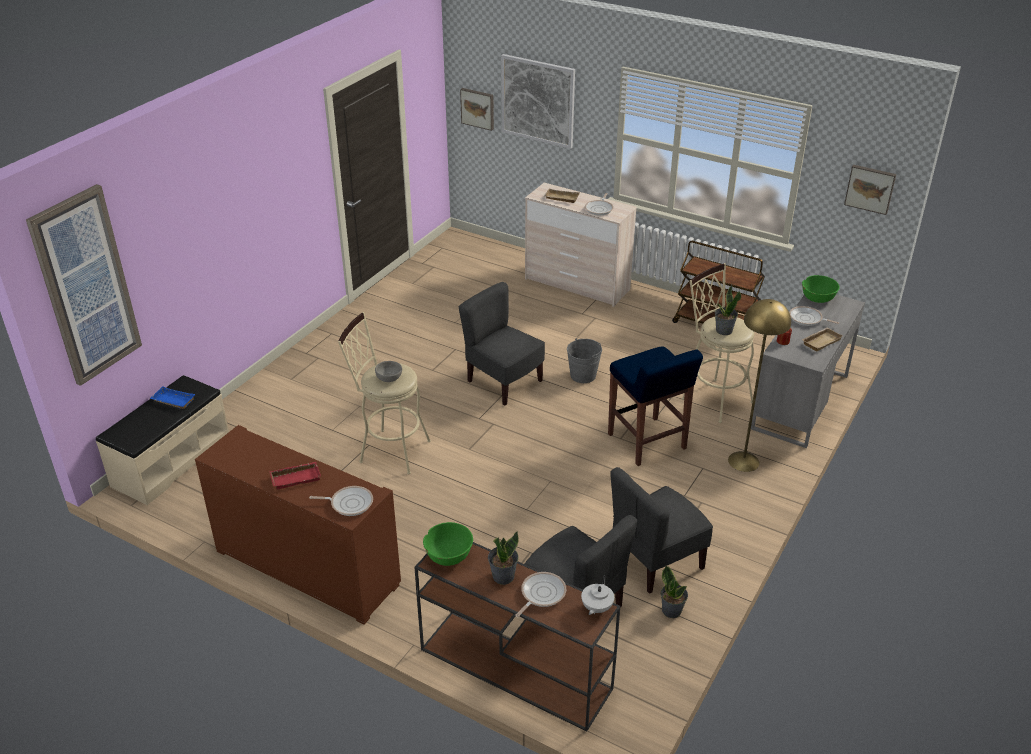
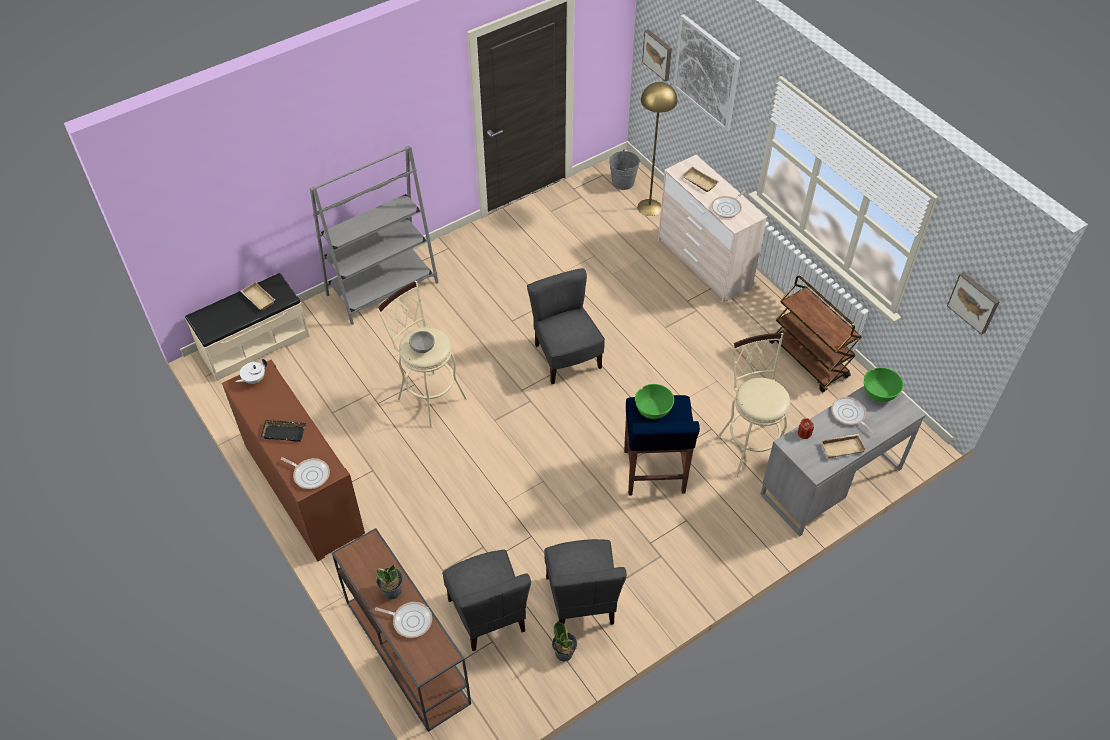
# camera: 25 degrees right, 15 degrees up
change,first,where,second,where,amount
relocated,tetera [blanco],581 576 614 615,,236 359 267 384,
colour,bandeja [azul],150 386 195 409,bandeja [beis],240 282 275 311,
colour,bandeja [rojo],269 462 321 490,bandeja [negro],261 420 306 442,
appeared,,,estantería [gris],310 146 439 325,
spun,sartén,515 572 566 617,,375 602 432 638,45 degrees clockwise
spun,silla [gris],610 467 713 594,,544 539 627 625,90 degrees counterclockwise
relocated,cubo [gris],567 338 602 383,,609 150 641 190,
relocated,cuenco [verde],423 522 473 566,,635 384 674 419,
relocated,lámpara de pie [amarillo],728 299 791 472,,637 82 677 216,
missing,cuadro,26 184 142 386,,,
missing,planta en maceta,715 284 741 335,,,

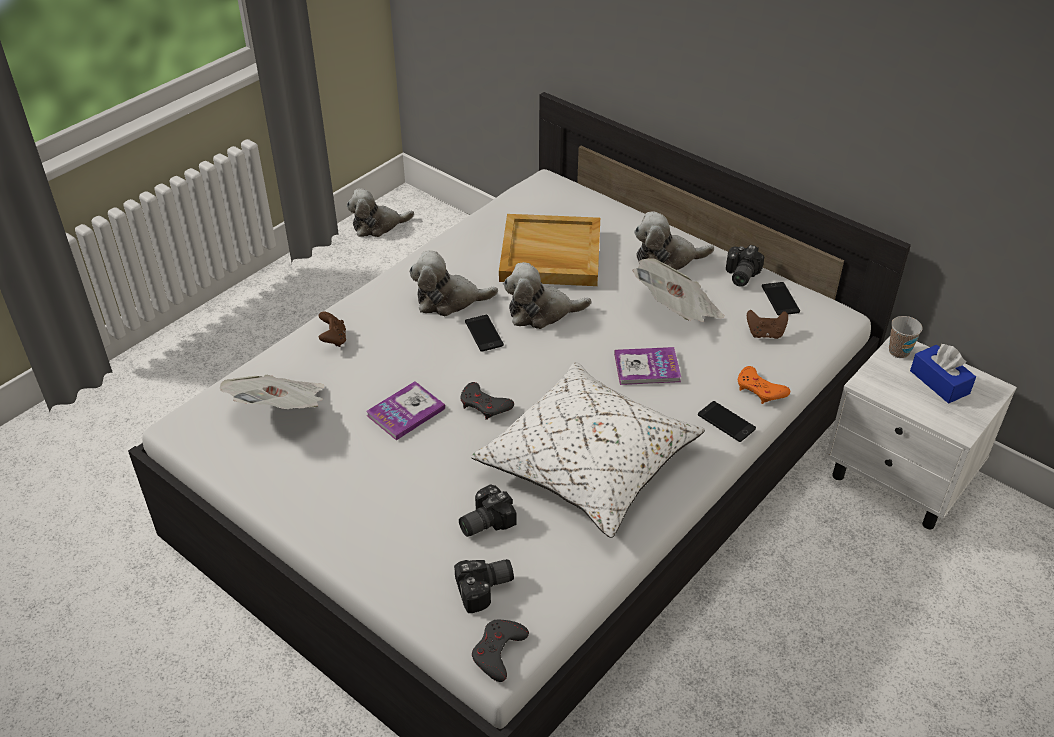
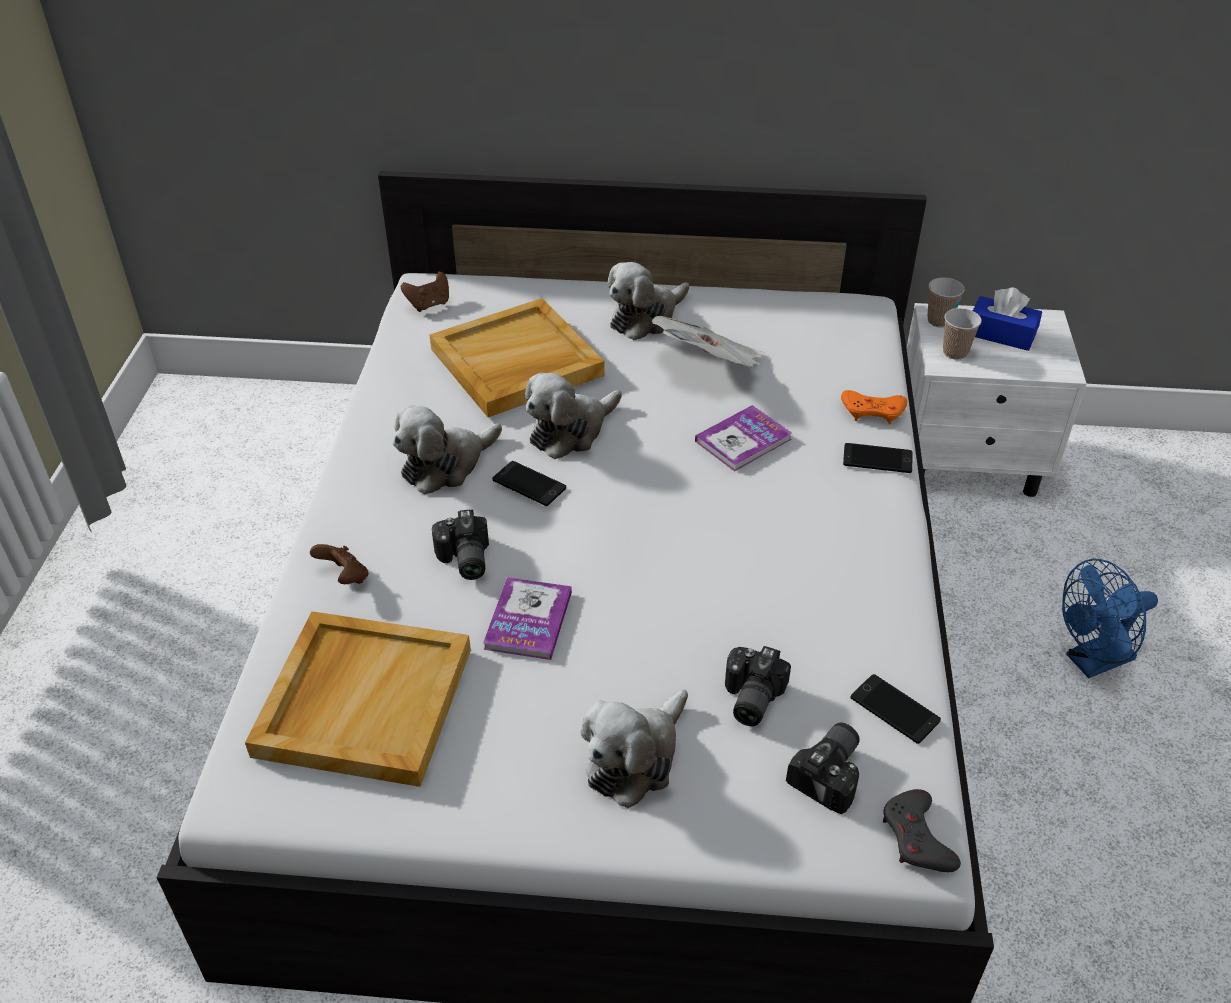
# camera: 35 degrees left, 0 degrees up
change,first,where,second,where,amount
exchanged,periódico,220 375 324 409,bandeja [beis],245 611 471 787,
relocated,mando de consola [marrón],747 310 788 339,,401 272 449 312,
relocated,cámara,726 245 764 287,,432 510 489 580,
relocated,peluche,347 188 414 237,,581 689 688 808,
relocated,móvil,762 282 800 316,,850 674 941 744,
appeared,,,taza,943 308 982 360,
appeared,,,ventilador [azul],1062 558 1158 678,
missing,mando de consola [gris],460 382 514 420,,,
missing,cojín [blanco],471 362 705 538,,,

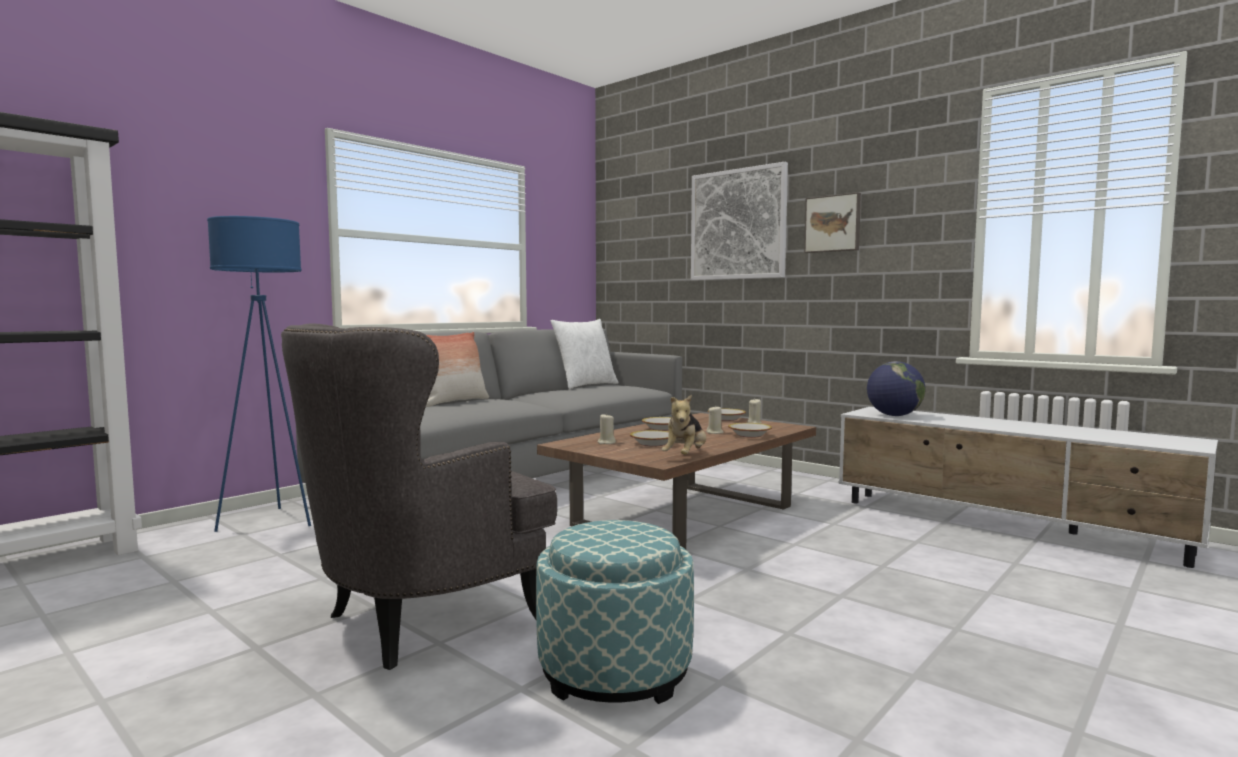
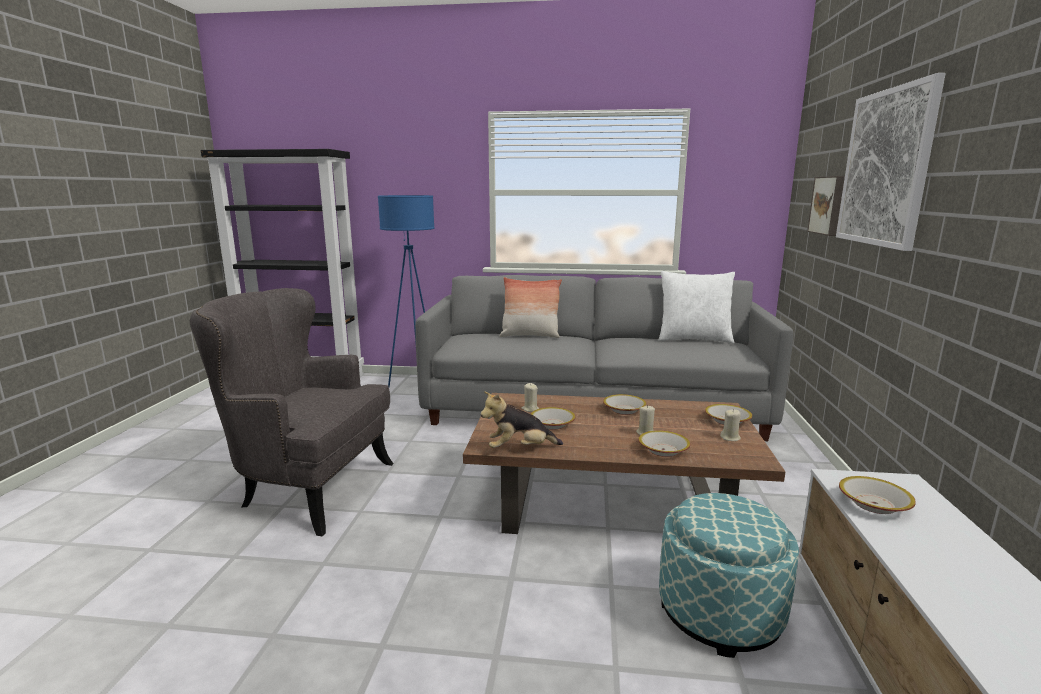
# camera: 55 degrees right, 10 degrees up
change,first,where,second,where,amount
relocated,puf,536 520 694 704,,659 493 799 658,
relocated,cuadro,804 192 861 253,,807 176 845 236,
exchanged,globo terráqueo,867 361 925 416,cuenco,839 476 916 514,

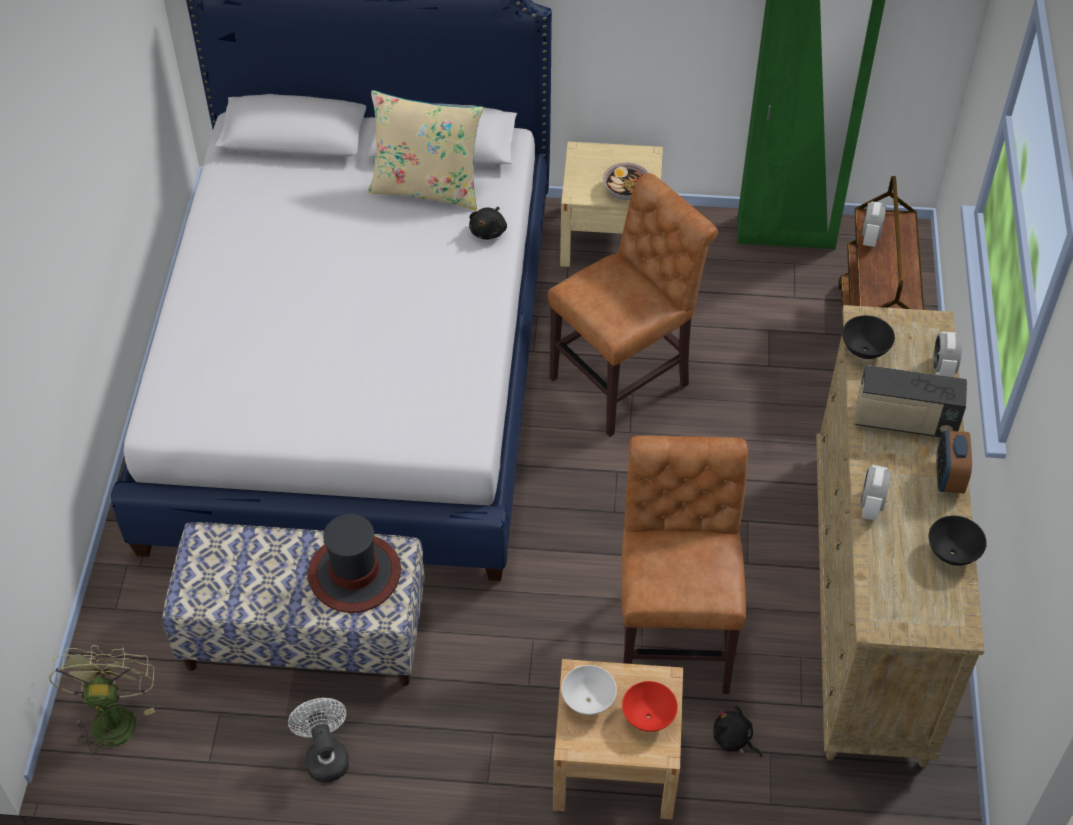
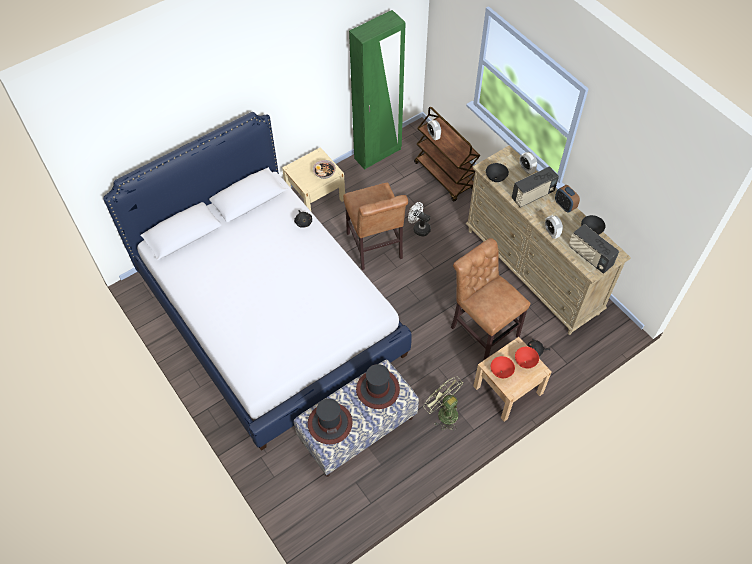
# camera: 40 degrees left, 5 degrees up
change,first,where,second,where,amount
appeared,,,sombrero,308 398 353 444,
spun,silla [marrón],548 173 718 437,,343 183 408 270,150 degrees clockwise
relocated,ventilador [blanco],288 698 349 783,,408 202 431 237,
relocated,ventilador [verde],49 645 155 759,,424 376 463 430,
colour,cuenco [blanco],562 665 617 715,cuenco [rojo],491 356 515 378,
appeared,,,radio,569 224 619 274,
missing,cojín [beis],368 90 484 210,,,

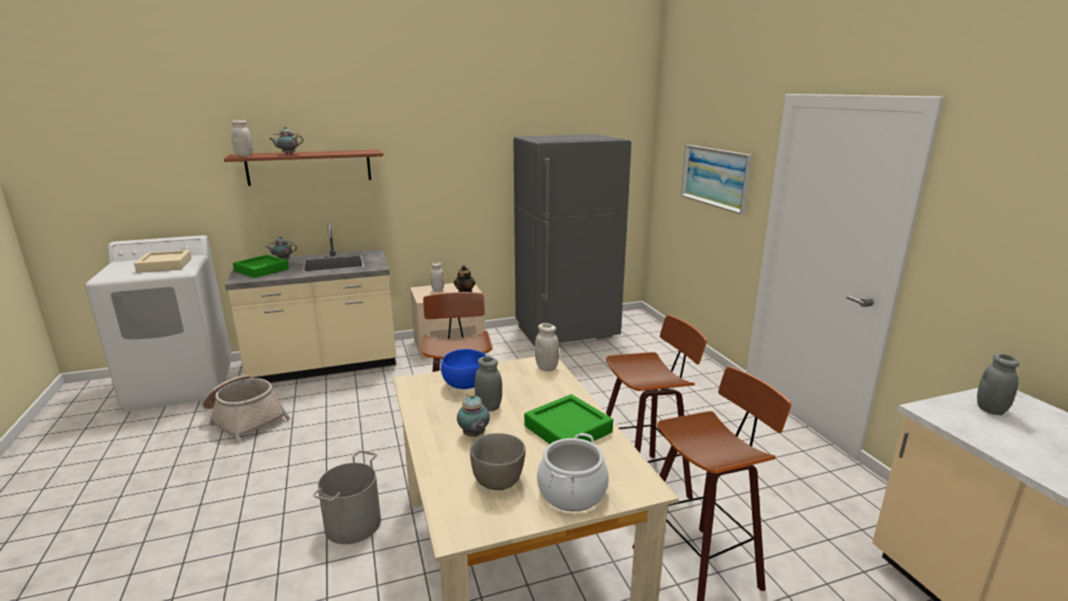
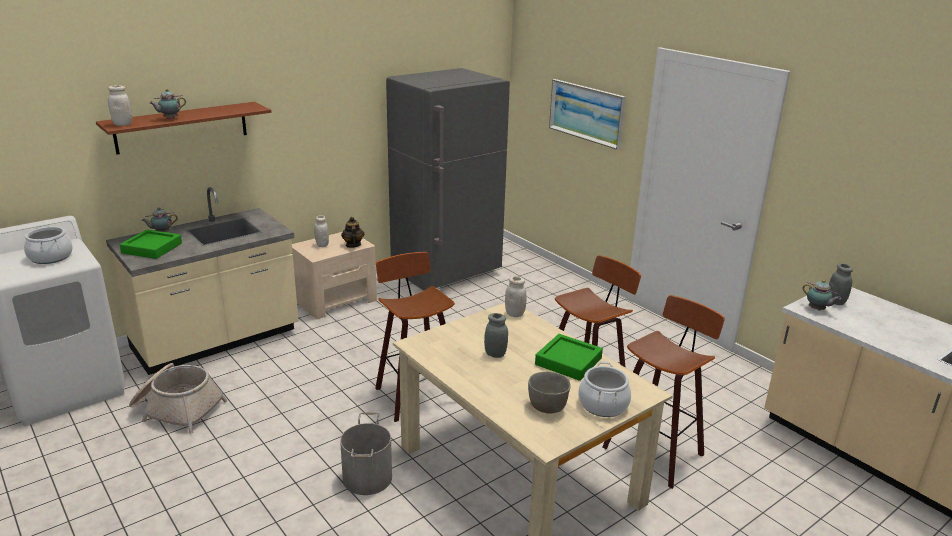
# camera: 20 degrees left, 5 degrees up
change,first,where,second,where,amount
exchanged,bandeja [beis],134 250 192 273,olla,24 224 73 264,
relocated,tetera,457 394 490 437,,802 280 841 310,
missing,cuenco [azul],441 349 487 389,,,

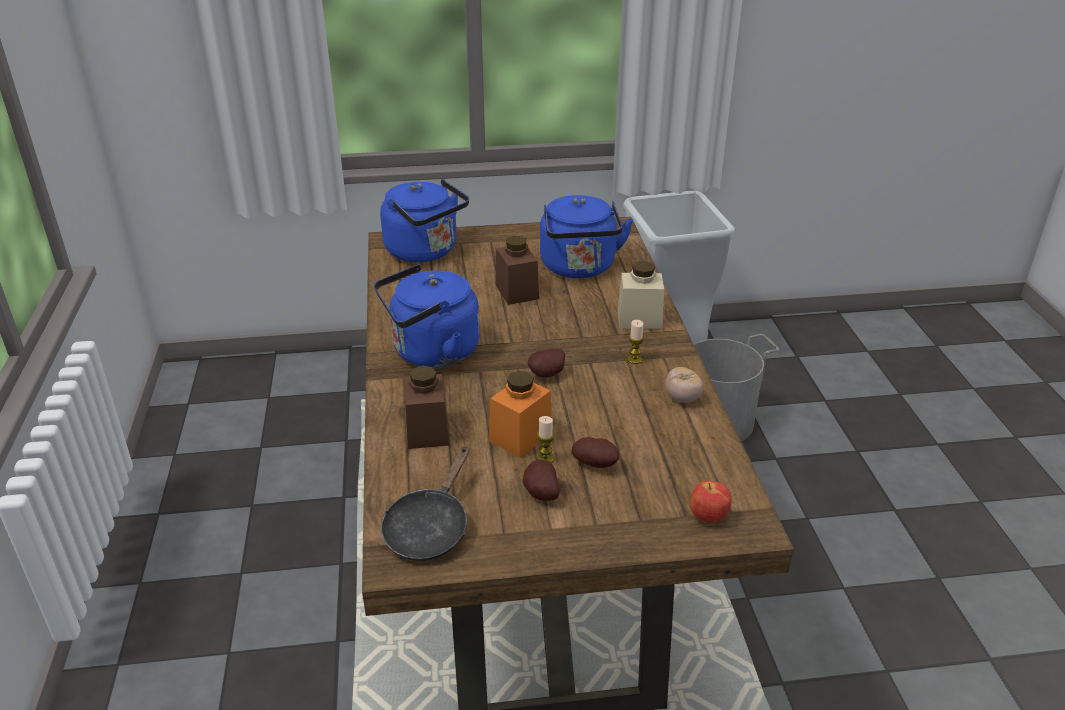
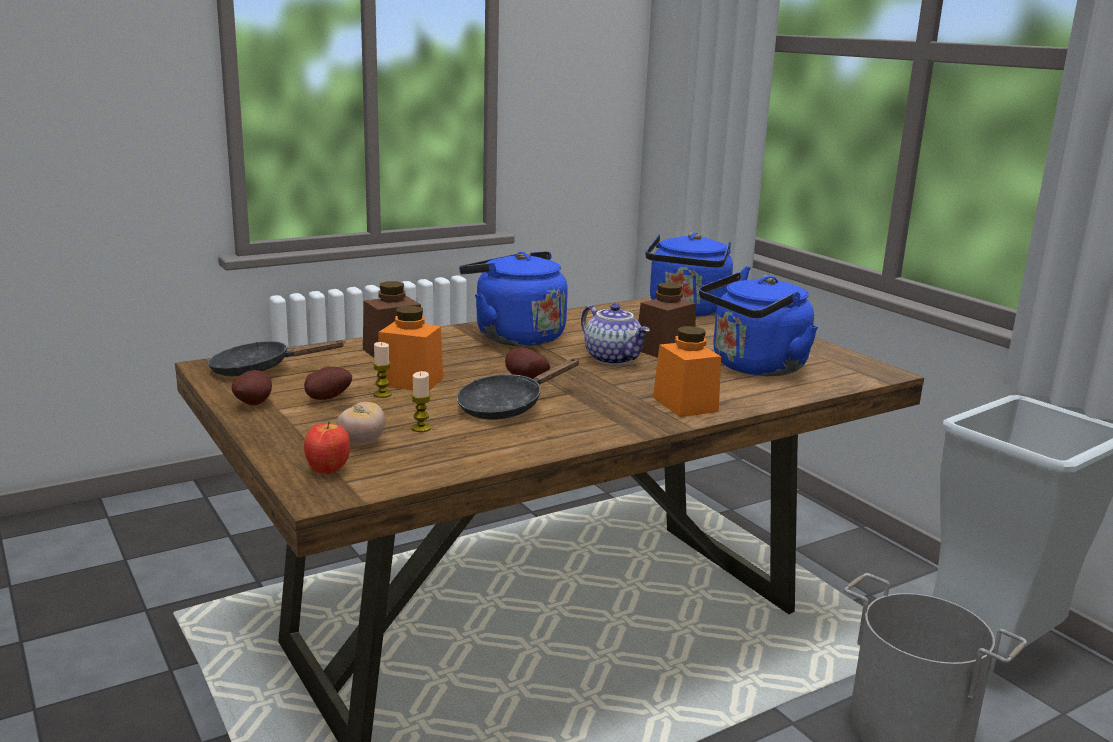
# camera: 65 degrees right, 15 degrees down
change,first,where,second,where,amount
relocated,patata,571 437 619 468,,232 370 272 406,
relocated,tomate,666 367 703 403,,336 402 385 445,
relocated,vela,627 320 644 364,,411 371 431 432,
appeared,,,sartén [negro],457 358 580 420,
appeared,,,tetera,581 303 650 365,
colour,tarro [beis],618 261 664 329,tarro [naranja],653 326 721 417,

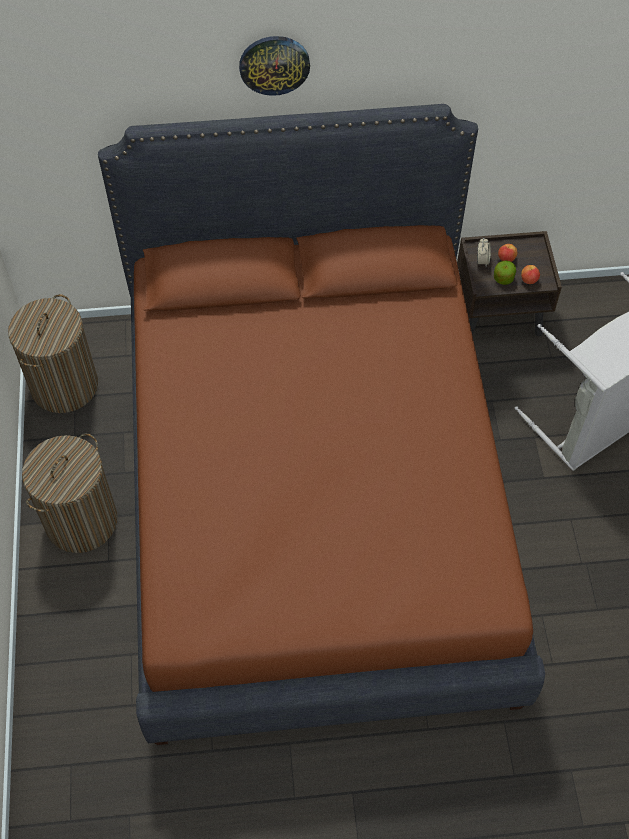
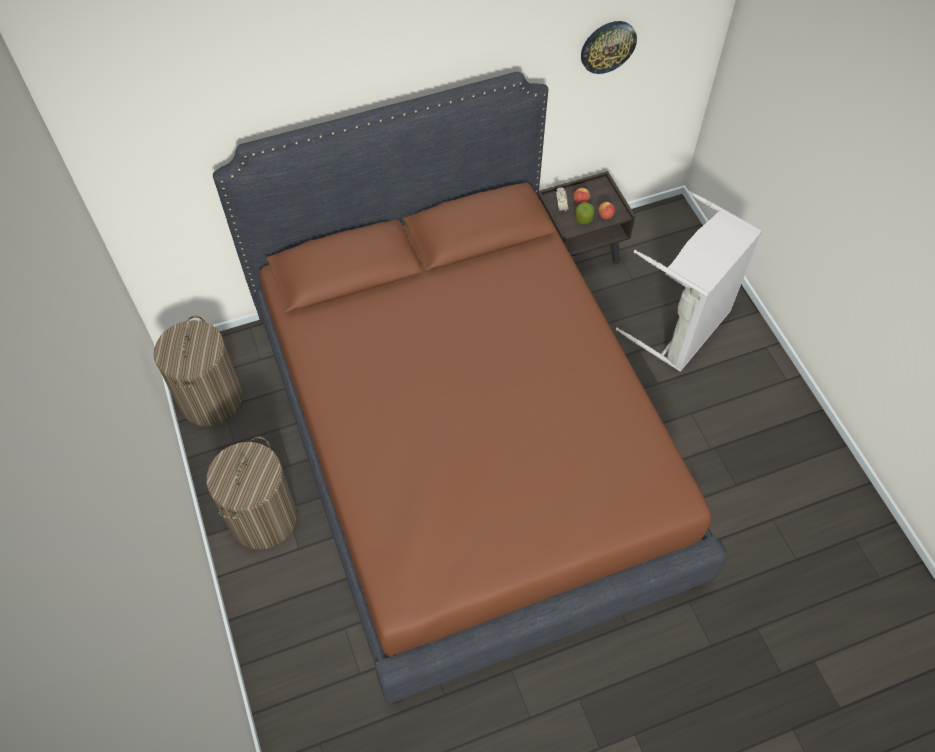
# camera: 15 degrees left, 0 degrees up
change,first,where,second,where,amount
relocated,reloj de pared,239 36 310 96,,581 21 637 74,

